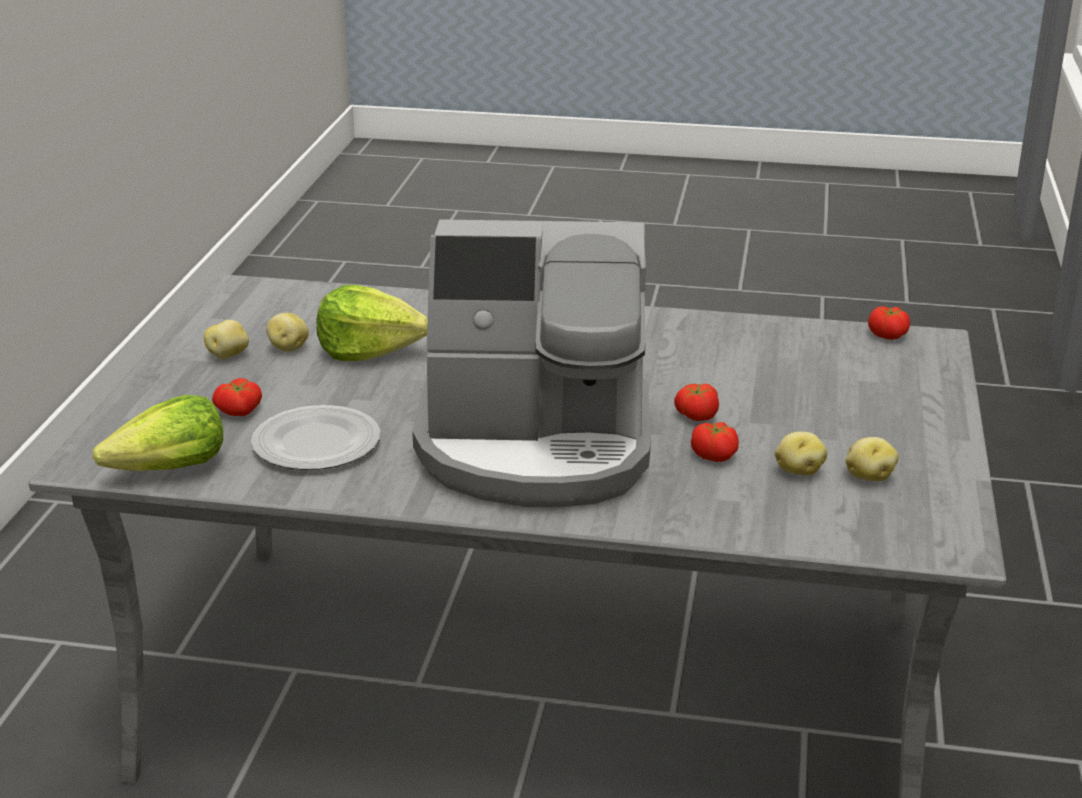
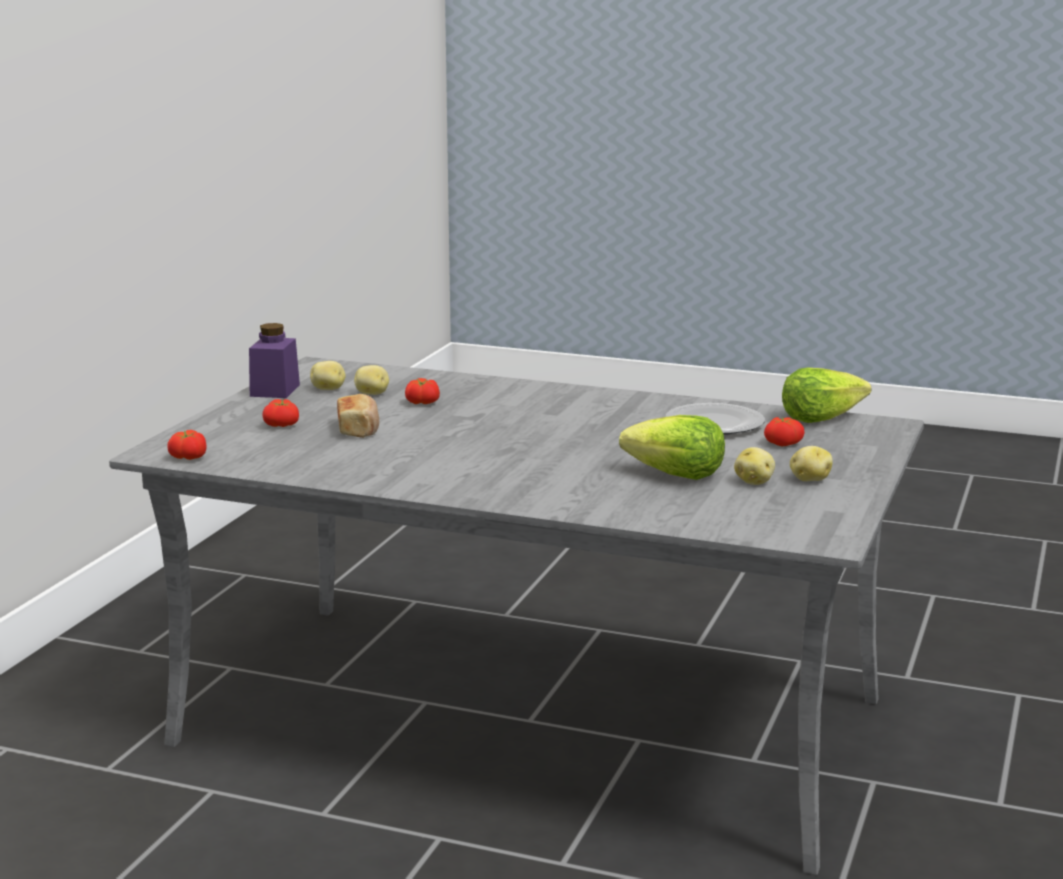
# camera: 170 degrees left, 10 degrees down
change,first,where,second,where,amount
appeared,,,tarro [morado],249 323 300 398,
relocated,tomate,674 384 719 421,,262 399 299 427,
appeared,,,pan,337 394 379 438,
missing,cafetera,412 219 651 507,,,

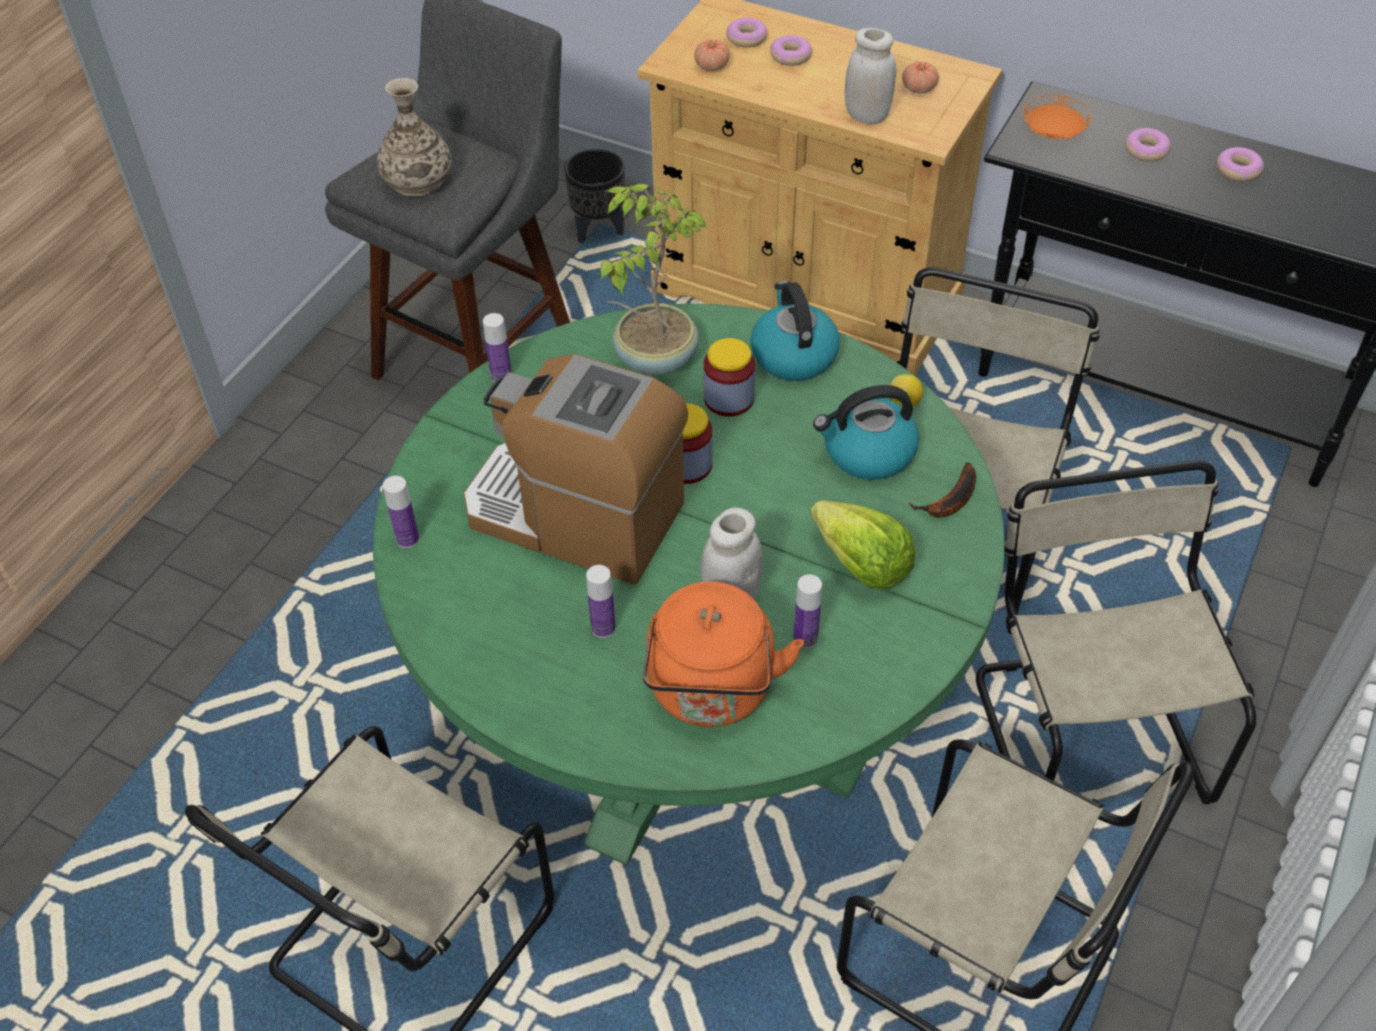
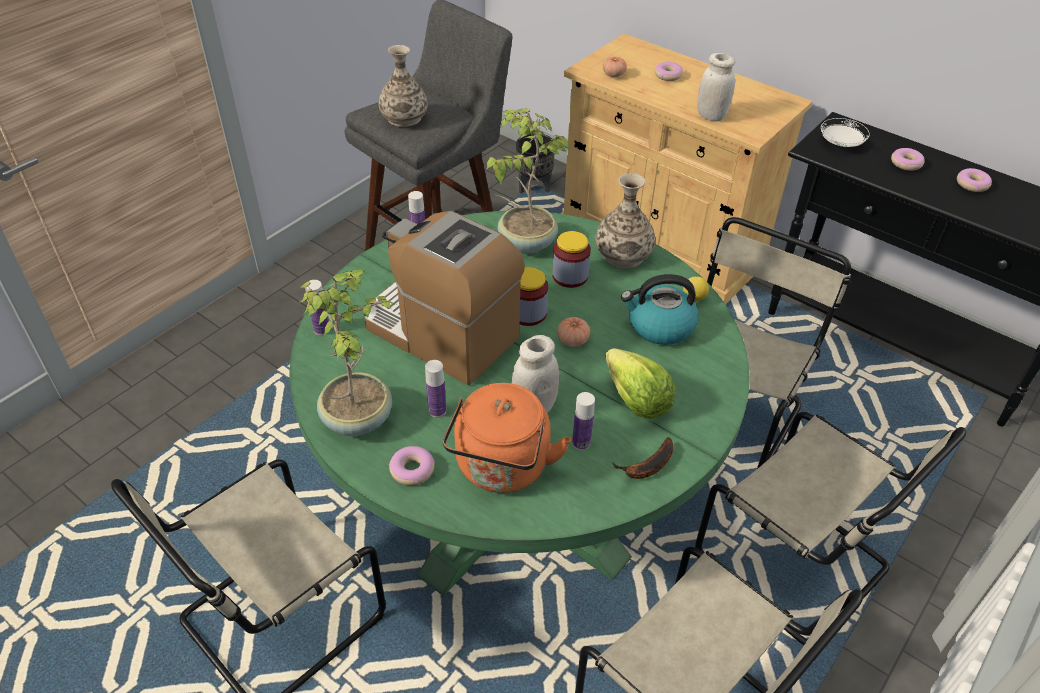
# camera: 10 degrees right, 5 degrees down
change,first,where,second,where,amount
appeared,,,planta en maceta,300 269 396 436,
relocated,rosquilla,726 18 767 48,,389 446 435 485,
relocated,tomate,902 62 939 93,,557 317 590 347,
exchanged,hervidor,750 281 840 381,florero,595 173 655 269,
relocated,plátano,909 462 976 517,,612 437 673 479,
spun,silla [beis],976 460 1256 804,,695 412 966 645,135 degrees clockwise
colour,plato [naranja],1023 95 1091 139,plato [blanco],821 118 870 147,

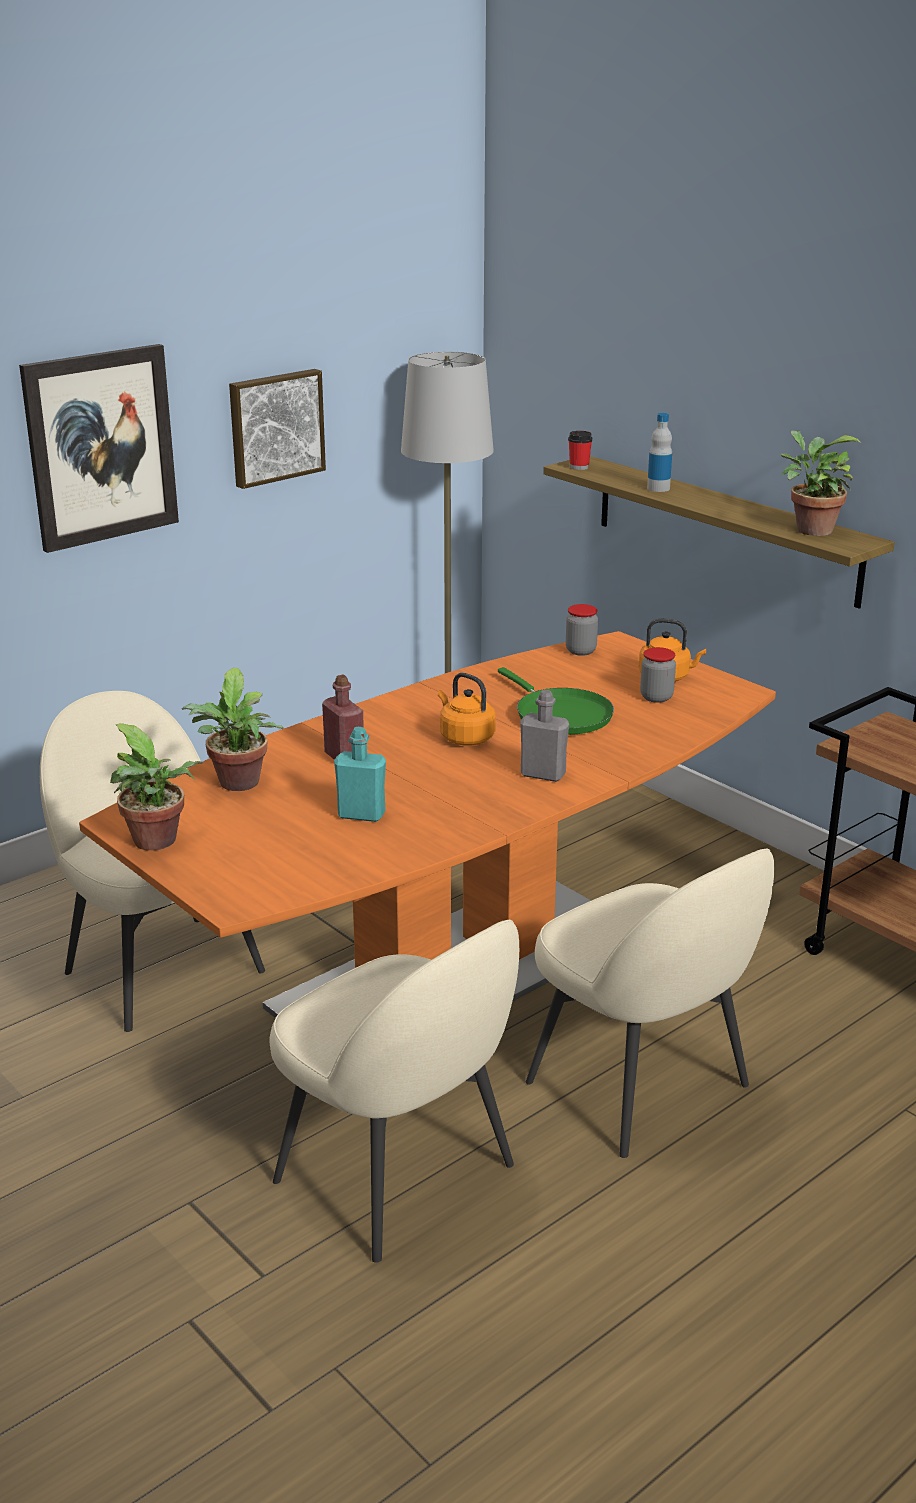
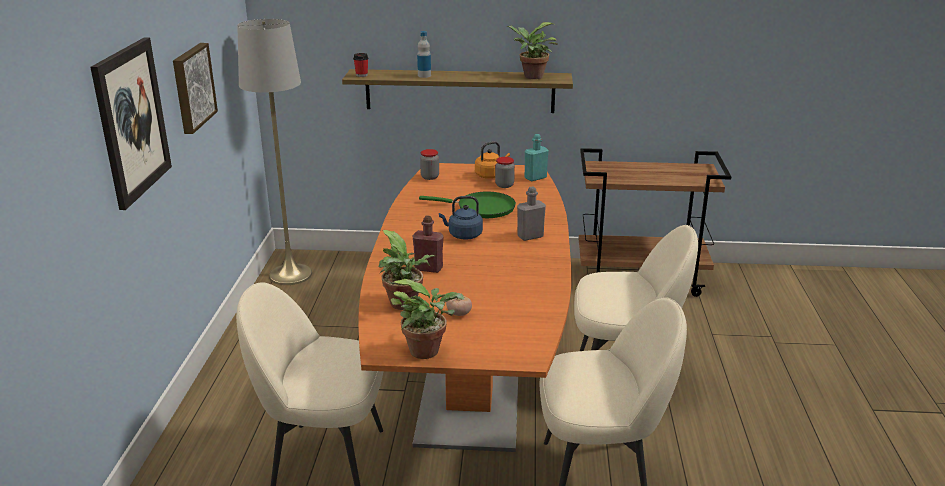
# camera: 45 degrees left, 0 degrees up
change,first,where,second,where,amount
colour,hervidor [naranja],438 673 496 746,hervidor [azul],439 196 483 240,
appeared,,,tomate,446 295 472 316,
relocated,botella [turquesa],334 727 386 822,,525 134 549 181,

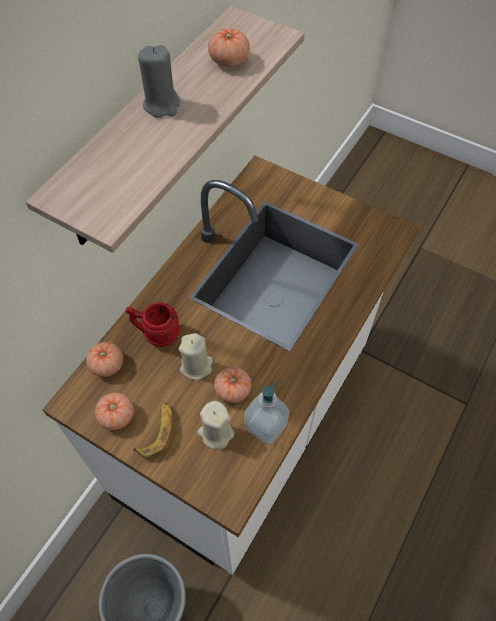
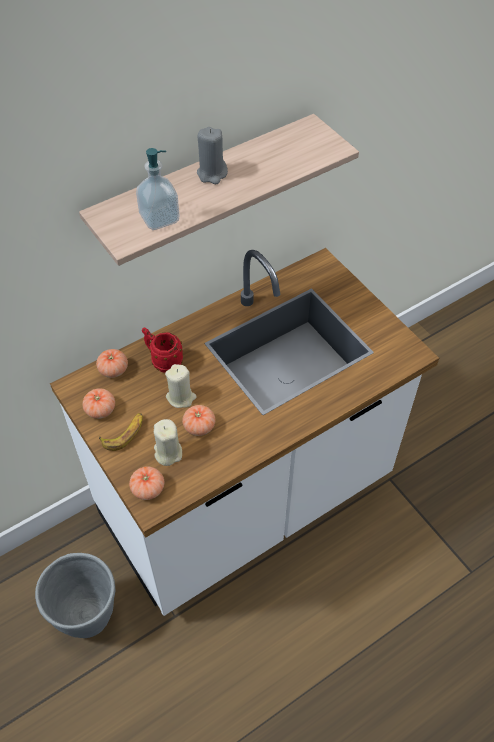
# camera: 25 degrees right, 5 degrees down
change,first,where,second,where,amount
relocated,tomate,208 28 250 67,,129 466 164 500,
relocated,dispensador de jabón,244 382 289 444,,136 148 179 230,

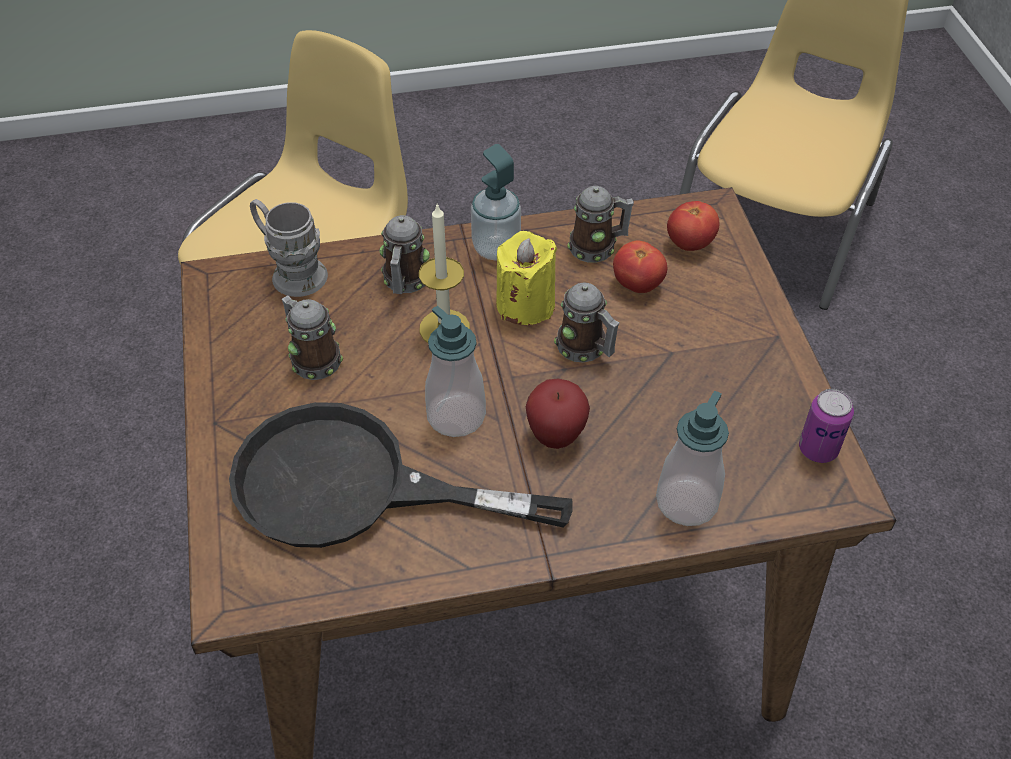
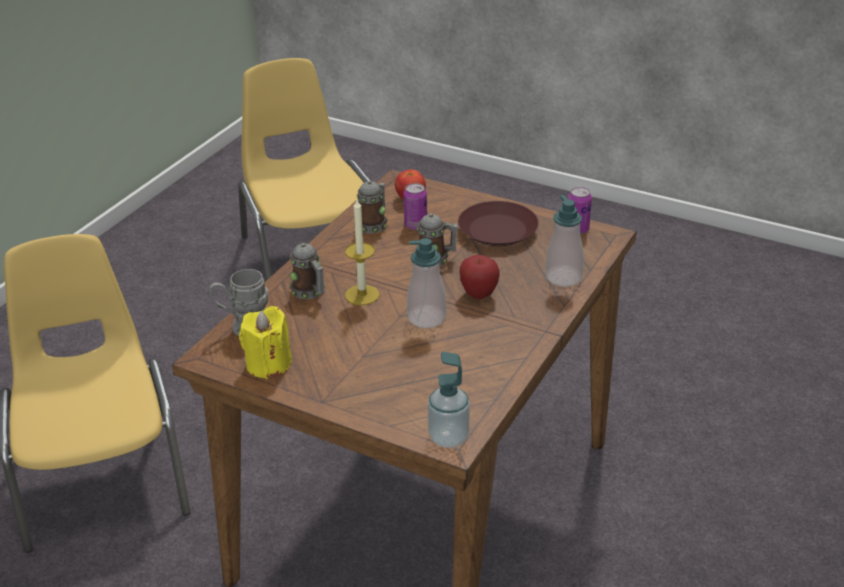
# camera: 50 degrees left, 15 degrees down
change,first,where,second,where,amount
relocated,vela [amarillo],496 231 557 325,,239 306 292 379,
exchanged,tomate,613 240 667 293,lata,404 183 427 230,
relocated,dispensador de jabón,471 144 521 261,,428 352 470 448,
appeared,,,plato [marrón],458 201 539 246,
missing,sartén [negro],229 402 572 548,,,
missing,taza grande,282 295 343 380,,,

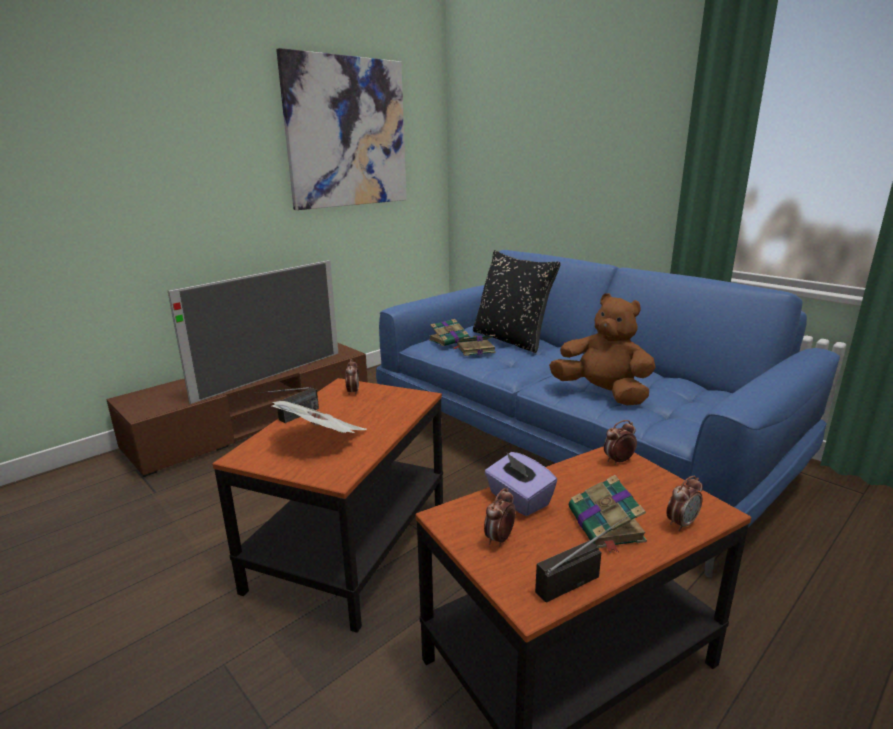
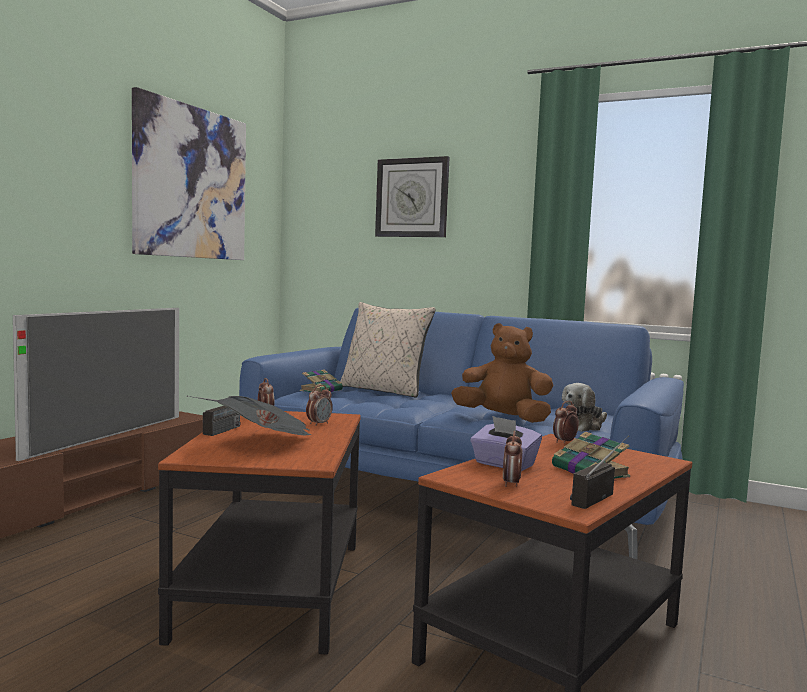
# camera: 20 degrees left, 15 degrees down
change,first,where,second,where,amount
relocated,despertador,666 476 703 531,,306 385 333 426,
colour,cojín [negro],473 250 560 353,cojín [beis],340 302 436 398,
appeared,,,reloj de pared,375 156 450 237,
appeared,,,peluche,562 383 607 432,
missing,libro,453 335 496 356,,,

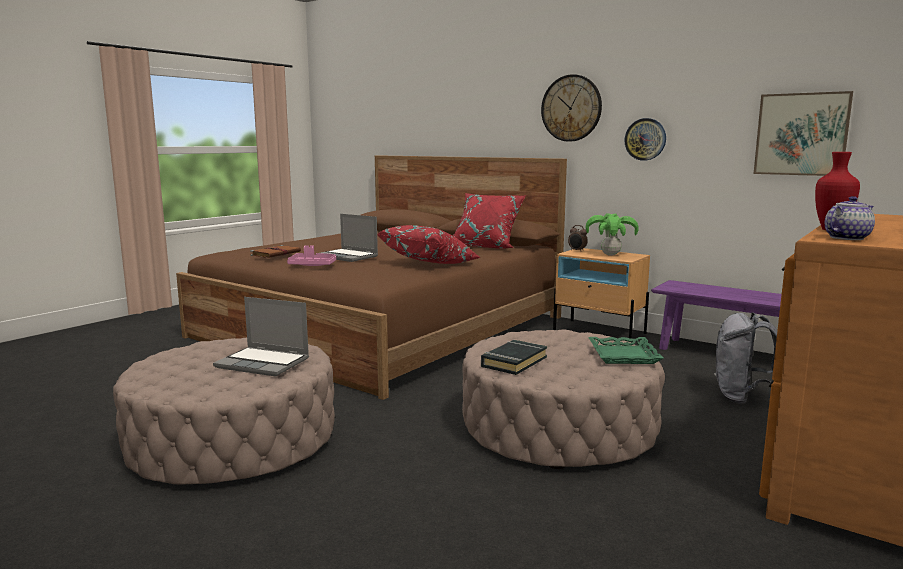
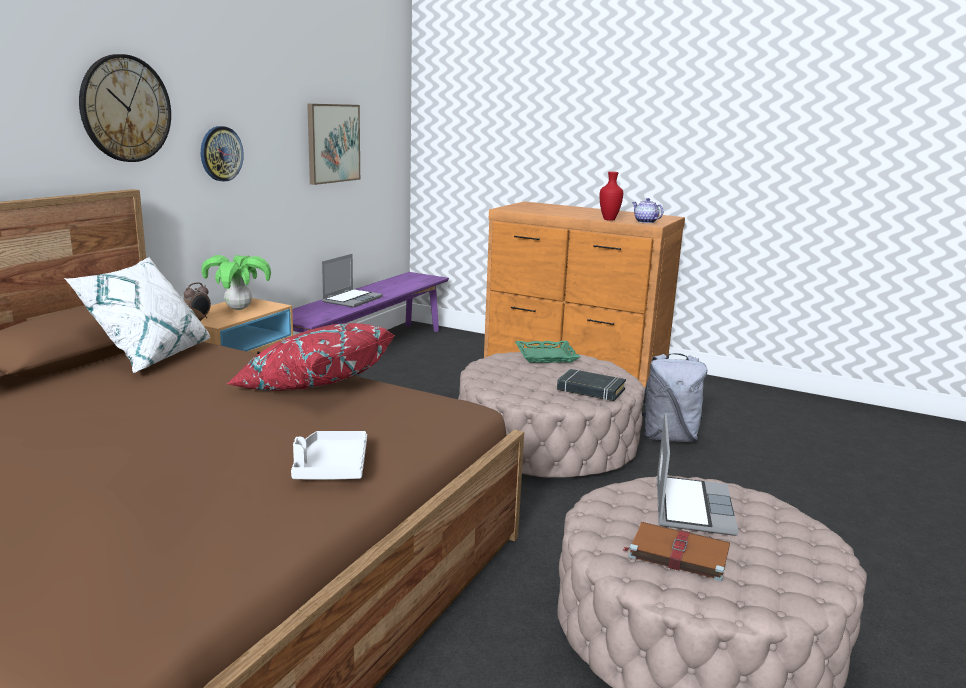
# camera: 100 degrees left, 5 degrees up
change,first,where,second,where,amount
colour,cojín [rojo],453 193 526 249,cojín [blanco],64 257 211 373,
colour,bandeja [rosa],287 245 336 266,bandeja [blanco],291 431 367 480,
relocated,portátil,321 214 378 262,,321 254 383 307,
relocated,libro [marrón],250 245 301 258,,623 522 730 581,
relocated,mochila [gris],714 312 778 404,,642 353 707 442,

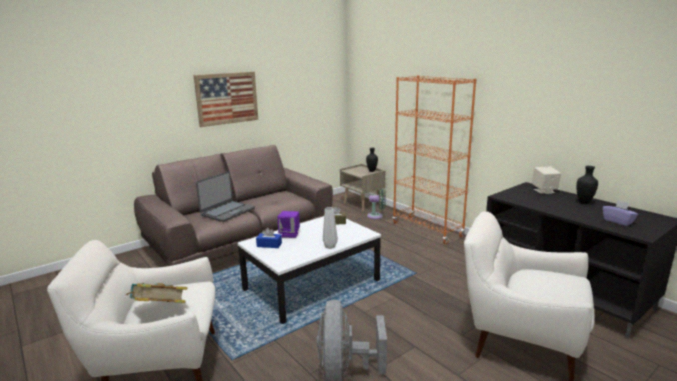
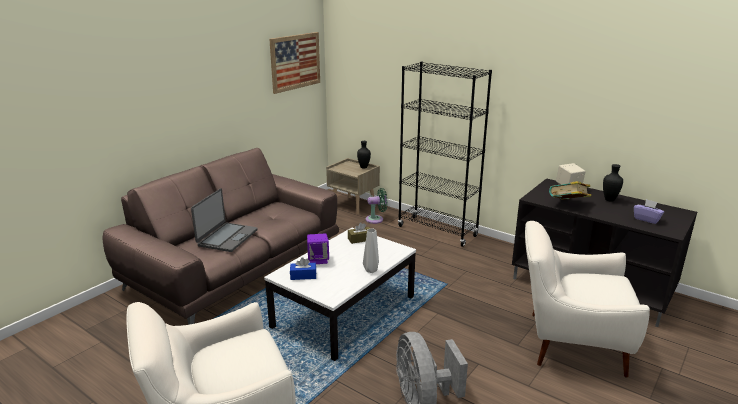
# camera: 15 degrees left, 5 degrees up
change,first,where,second,where,amount
relocated,cuadro,194 72 258 127,,269 32 320 94,
colour,estantería [naranja],393 75 476 244,estantería [negro],398 61 492 247,
relocated,libro,126 283 187 303,,549 181 591 200,

